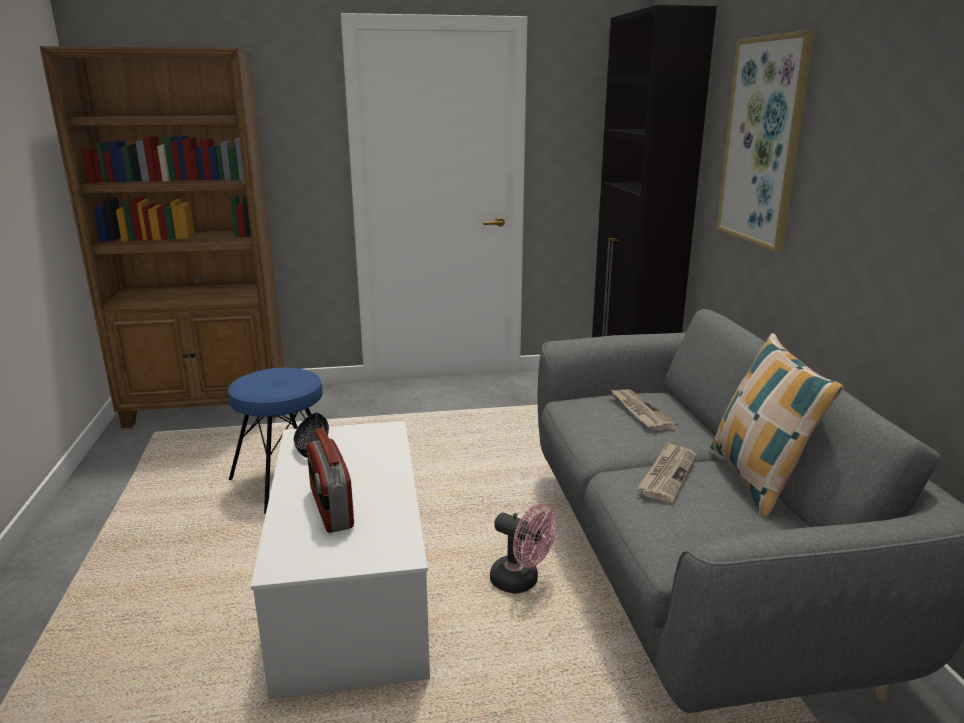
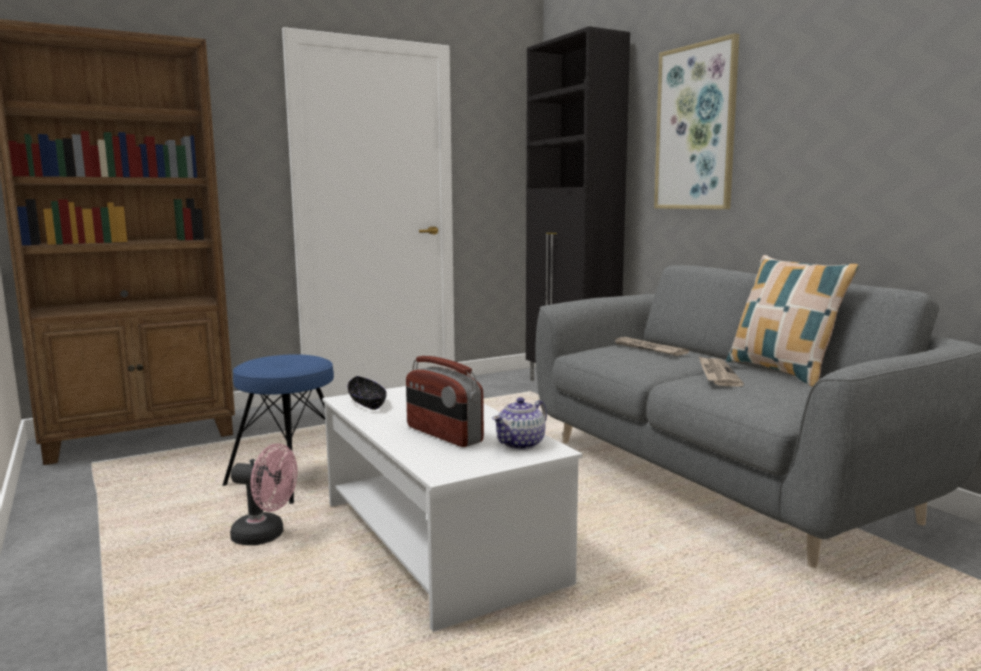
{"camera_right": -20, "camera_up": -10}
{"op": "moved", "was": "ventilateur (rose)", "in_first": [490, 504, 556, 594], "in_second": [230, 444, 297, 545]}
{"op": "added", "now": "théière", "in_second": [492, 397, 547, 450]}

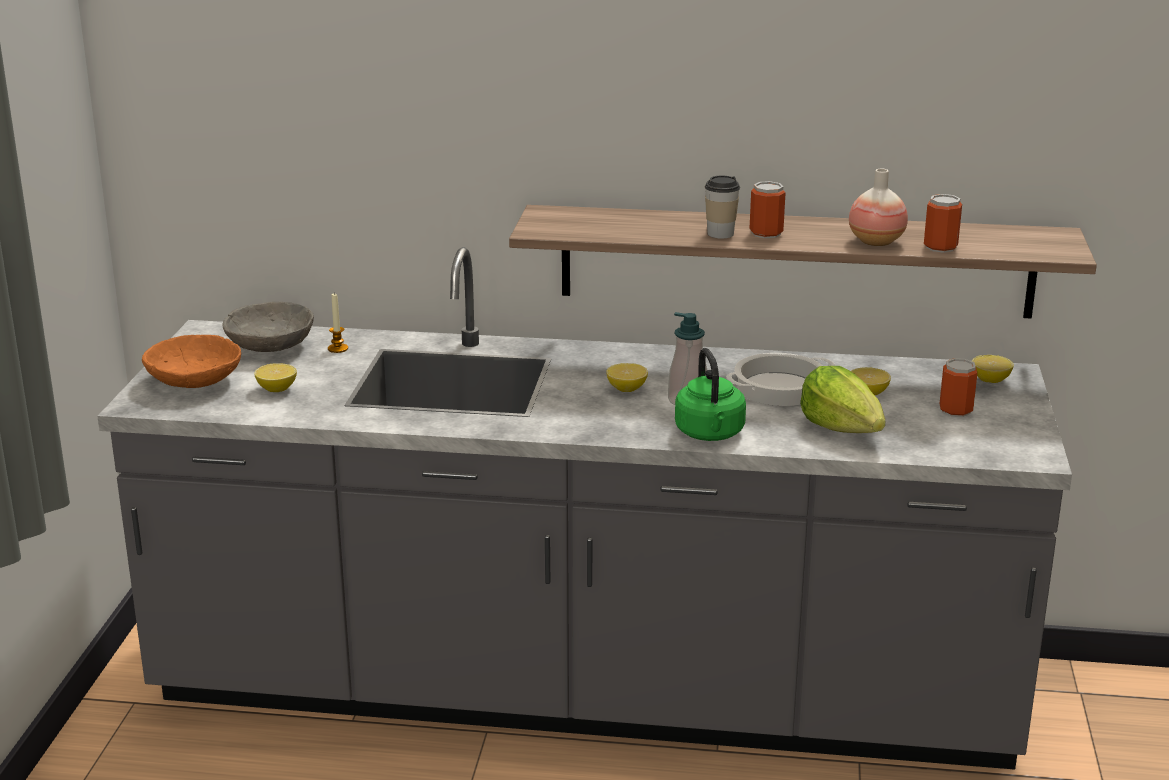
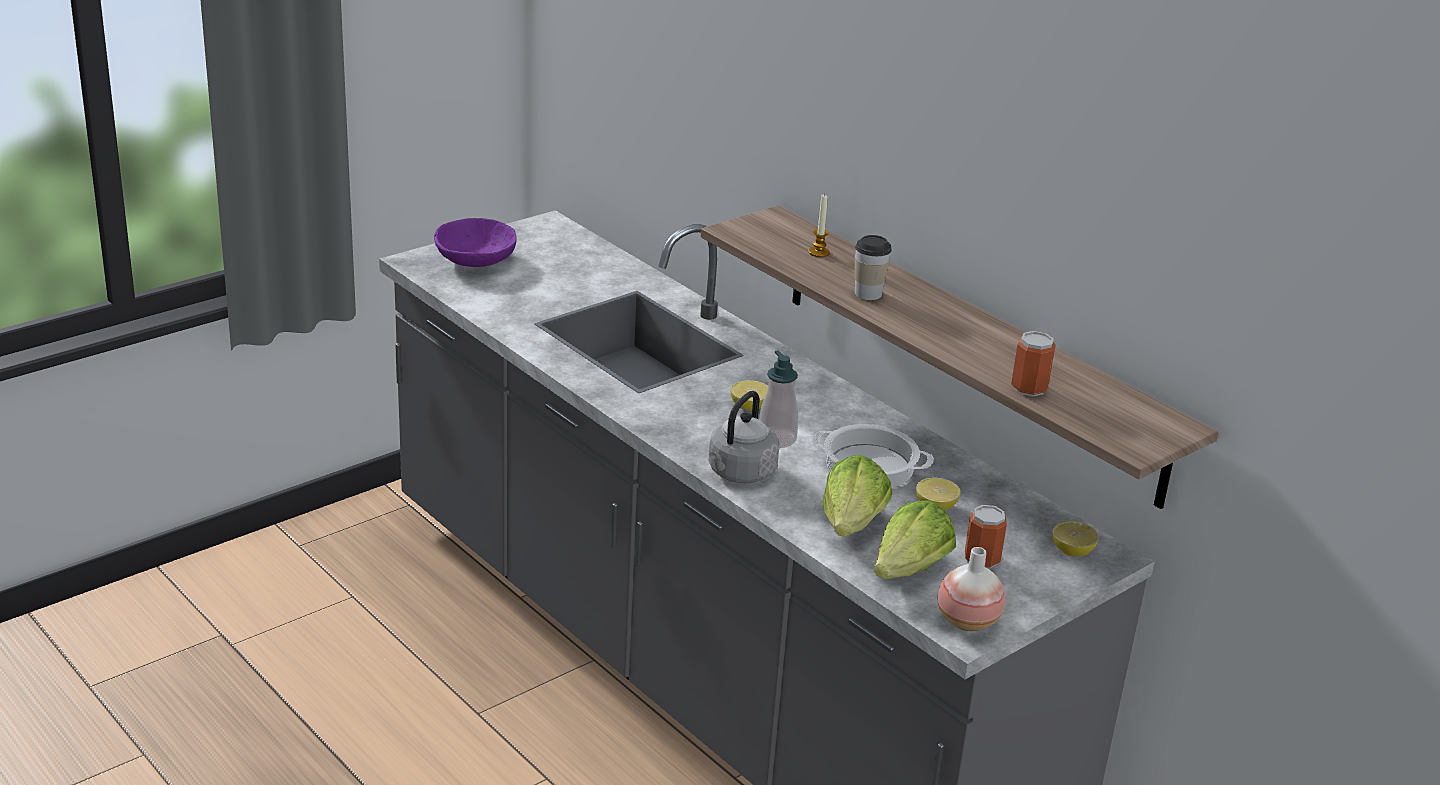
{"camera_right": 40, "camera_up": 5}
{"op": "recoloured", "was": "bol (orange)", "now": "bol (violet)", "in_first": [142, 335, 241, 388], "in_second": [434, 218, 517, 267]}
{"op": "recoloured", "was": "bouilloire (vert)", "now": "bouilloire (gris)", "in_first": [675, 348, 746, 441], "in_second": [708, 391, 779, 483]}
{"op": "moved", "was": "bougie", "in_first": [328, 293, 348, 353], "in_second": [808, 194, 830, 257]}
{"op": "added", "now": "laitue", "in_second": [874, 500, 956, 579]}
{"op": "moved", "was": "vase", "in_first": [849, 169, 908, 246], "in_second": [937, 547, 1005, 631]}
{"op": "removed", "was": "bol (gris)", "in_first": [223, 302, 314, 352]}
{"op": "removed", "was": "citron", "in_first": [254, 363, 297, 392]}
{"op": "removed", "was": "boîte métallique", "in_first": [749, 181, 786, 238]}

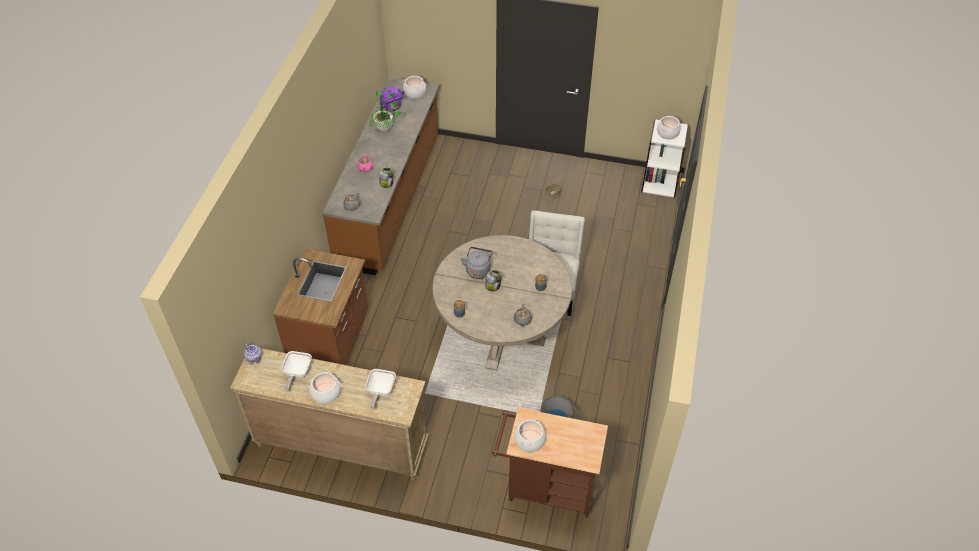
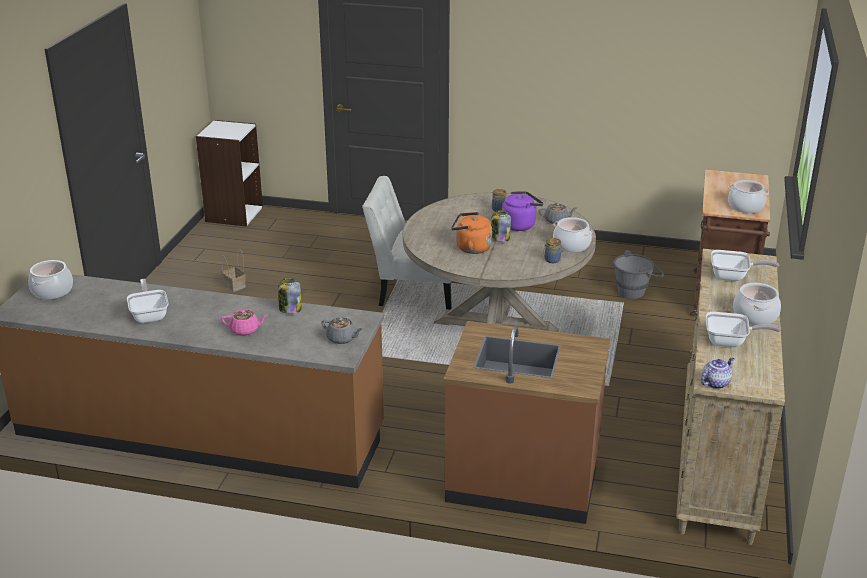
{"camera_right": -90, "camera_up": -20}
{"op": "replaced", "was": "plante en pot", "now": "poêle", "in_first": [369, 87, 402, 132], "in_second": [127, 279, 169, 323]}
{"op": "recoloured", "was": "bouilloire (gris)", "now": "bouilloire (orange)", "in_first": [461, 247, 493, 279], "in_second": [451, 212, 492, 254]}
{"op": "moved", "was": "bouilloire (violet)", "in_first": [379, 87, 404, 111], "in_second": [502, 191, 543, 231]}
{"op": "moved", "was": "marmite", "in_first": [657, 116, 681, 140], "in_second": [553, 217, 592, 252]}

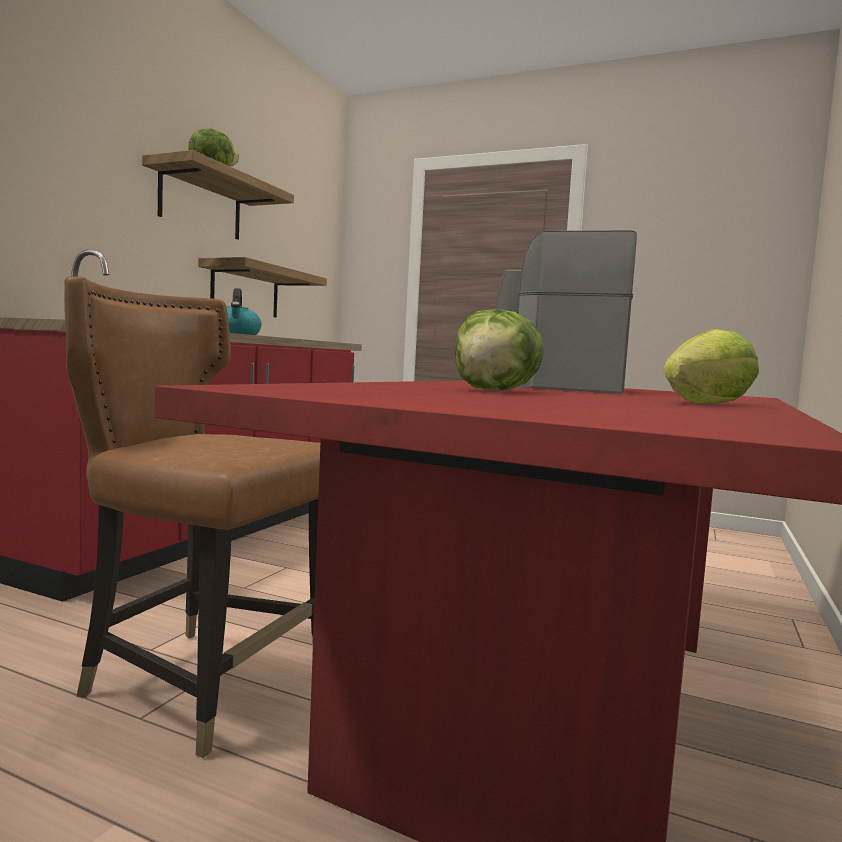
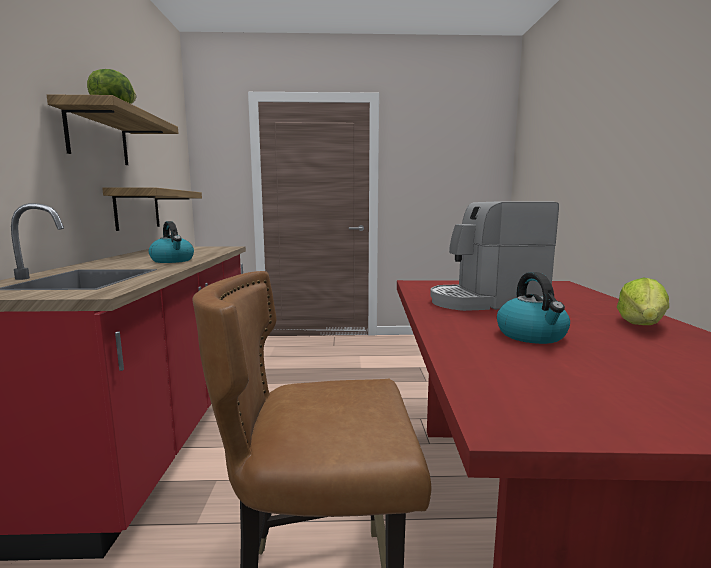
{"camera_right": -25, "camera_up": 5}
{"op": "replaced", "was": "laitue", "now": "bouilloire", "in_first": [455, 309, 544, 391], "in_second": [497, 272, 570, 344]}

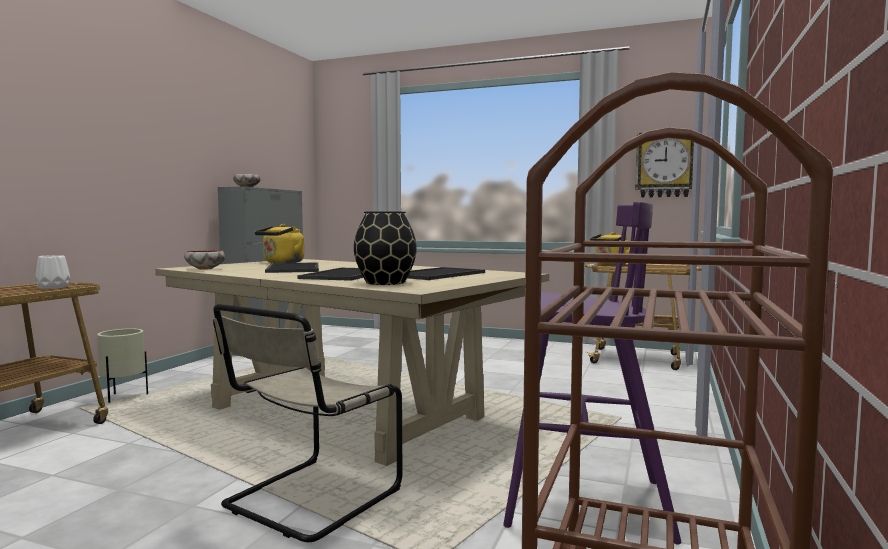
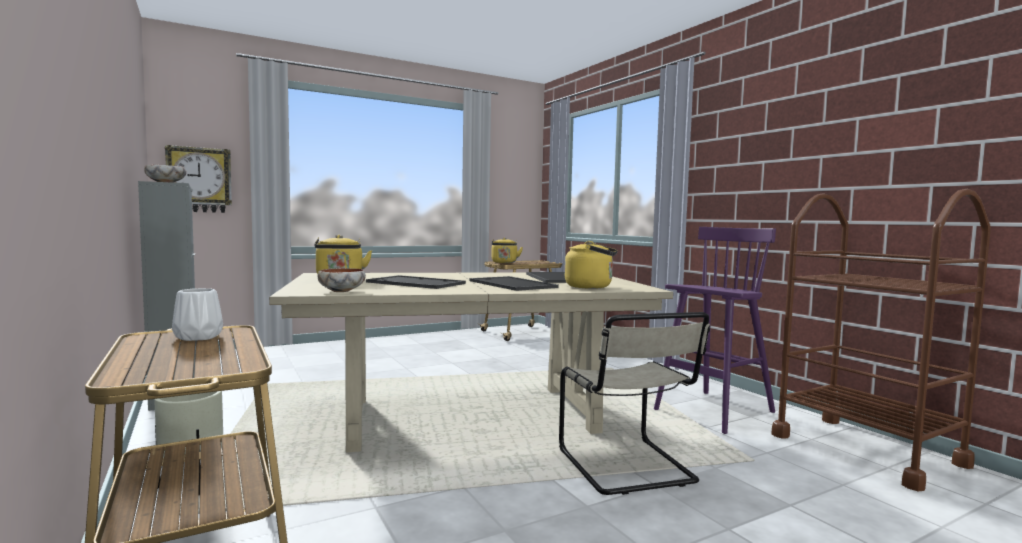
{"camera_right": -50, "camera_up": 0}
{"op": "moved", "was": "horloge murale", "in_first": [635, 133, 694, 198], "in_second": [165, 145, 232, 213]}
{"op": "replaced", "was": "vase (noir)", "now": "bouilloire (jaune)", "in_first": [354, 211, 417, 285], "in_second": [565, 241, 618, 289]}

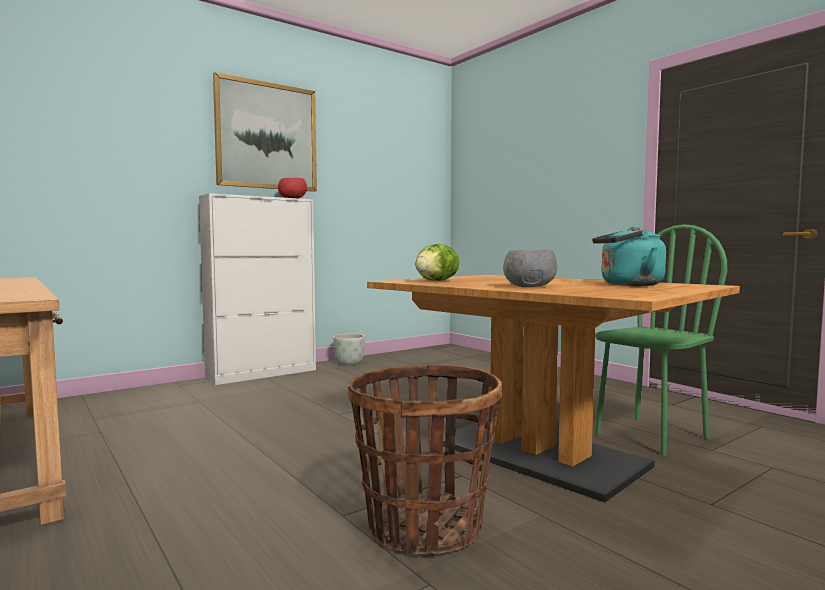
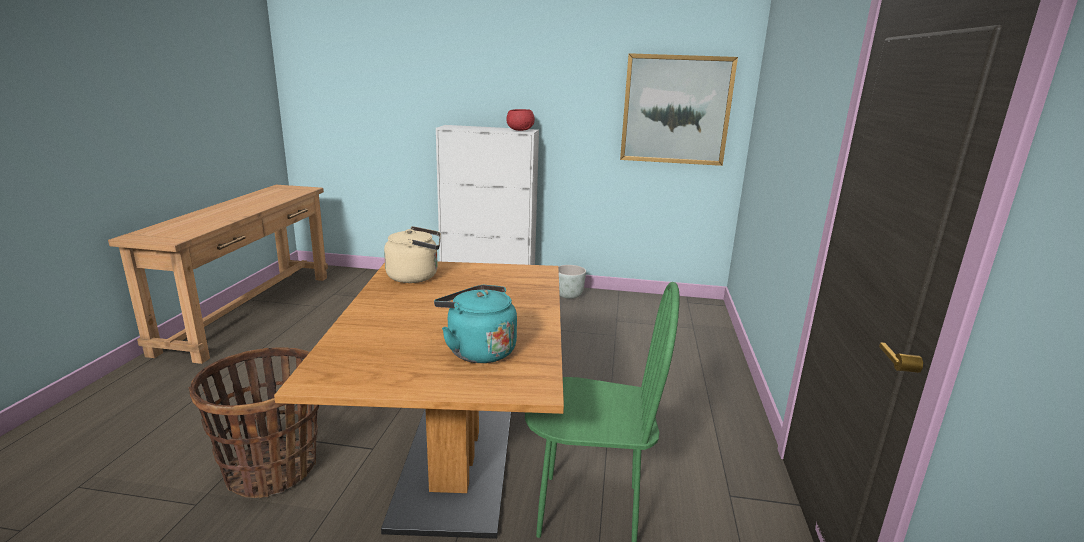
{"camera_right": 45, "camera_up": 15}
{"op": "replaced", "was": "laitue", "now": "bouilloire (beige)", "in_first": [415, 244, 459, 281], "in_second": [384, 226, 441, 283]}
{"op": "moved", "was": "tableau", "in_first": [213, 72, 317, 192], "in_second": [620, 53, 738, 166]}
{"op": "removed", "was": "bol (gris)", "in_first": [503, 249, 557, 287]}

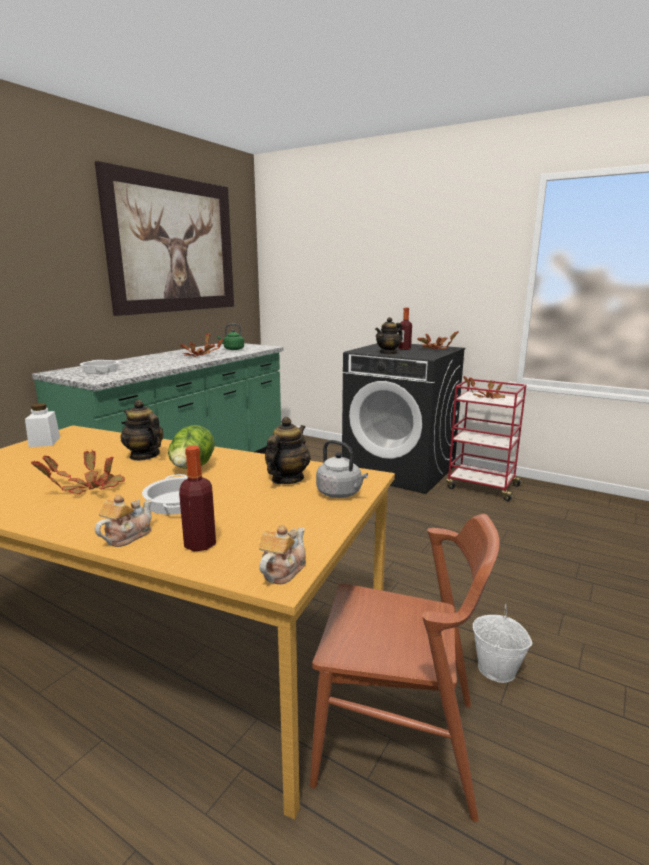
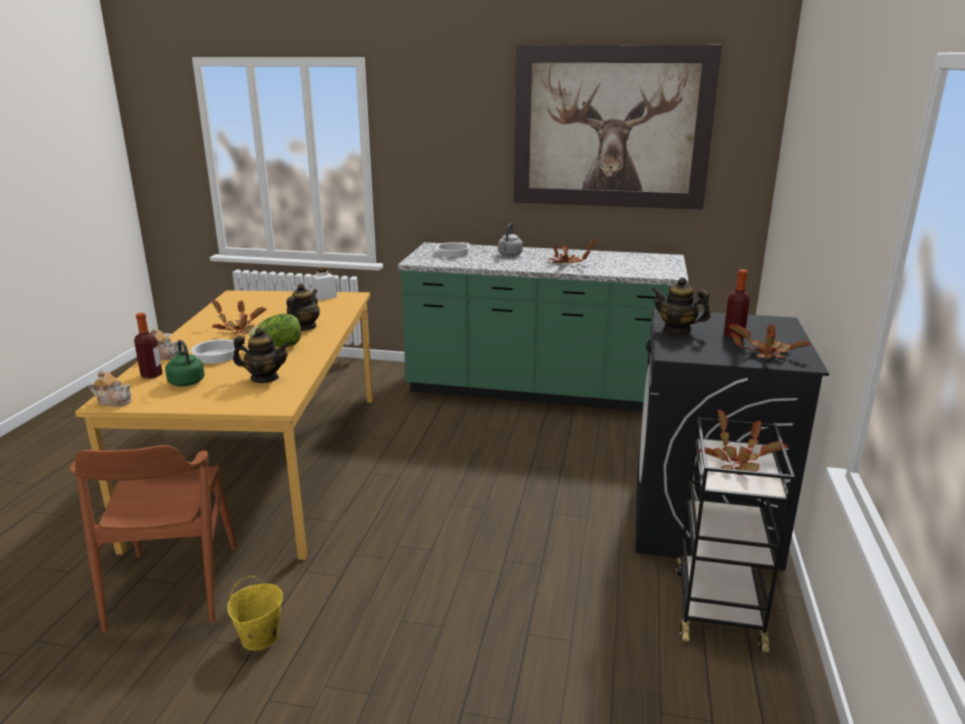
{"camera_right": 70, "camera_up": 5}
{"op": "moved", "was": "bouilloire (vert)", "in_first": [217, 324, 244, 350], "in_second": [165, 340, 205, 386]}
{"op": "recoloured", "was": "seau (blanc)", "now": "seau (jaune)", "in_first": [473, 604, 532, 683], "in_second": [227, 575, 283, 651]}
{"op": "moved", "was": "bouilloire (gris)", "in_first": [316, 440, 368, 498], "in_second": [498, 223, 523, 256]}
{"op": "recoloured", "was": "chariot (rouge)", "now": "chariot (noir)", "in_first": [446, 379, 526, 501], "in_second": [676, 418, 795, 654]}

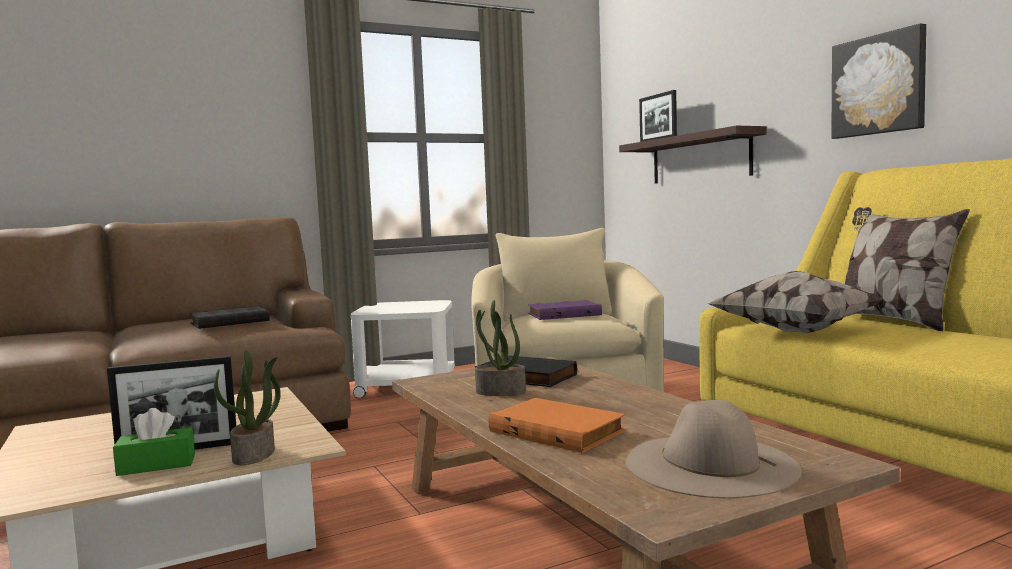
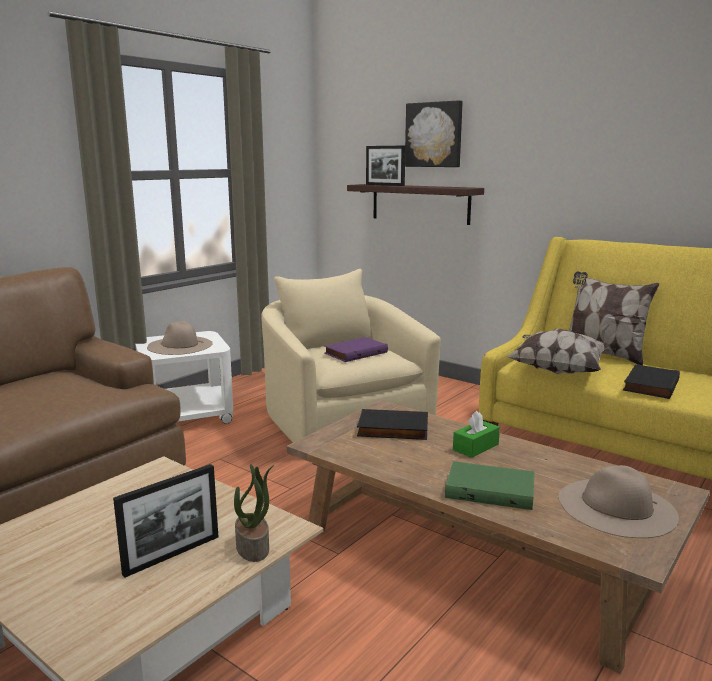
{"camera_right": -25, "camera_up": 10}
{"op": "added", "now": "chapeau (beige)", "in_second": [147, 321, 213, 355]}
{"op": "moved", "was": "tableau", "in_first": [831, 23, 926, 139], "in_second": [405, 100, 463, 167]}
{"op": "recoloured", "was": "livre (orange)", "now": "livre (vert)", "in_first": [489, 398, 626, 453], "in_second": [445, 461, 535, 510]}
{"op": "moved", "was": "boîte à mouchoirs (vert)", "in_first": [113, 408, 195, 476], "in_second": [453, 411, 500, 458]}
{"op": "moved", "was": "livre (noir)", "in_first": [190, 306, 270, 329], "in_second": [623, 364, 680, 399]}
{"op": "removed", "was": "plante en pot", "in_first": [475, 300, 526, 396]}

